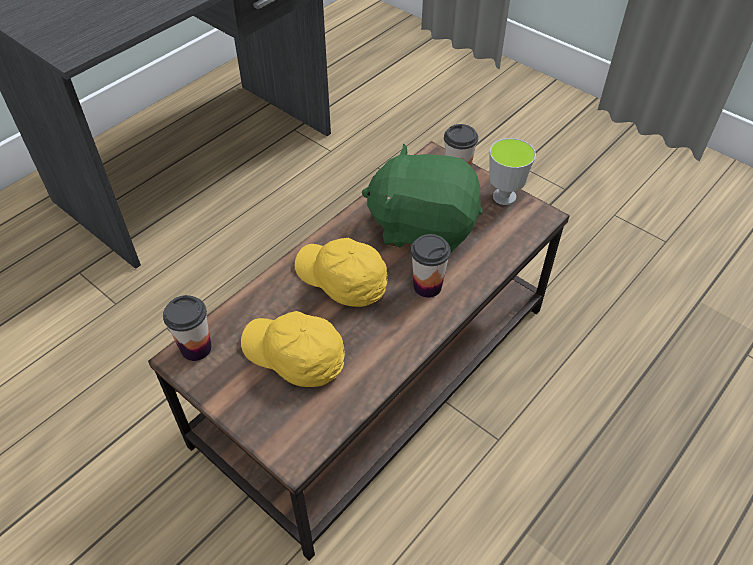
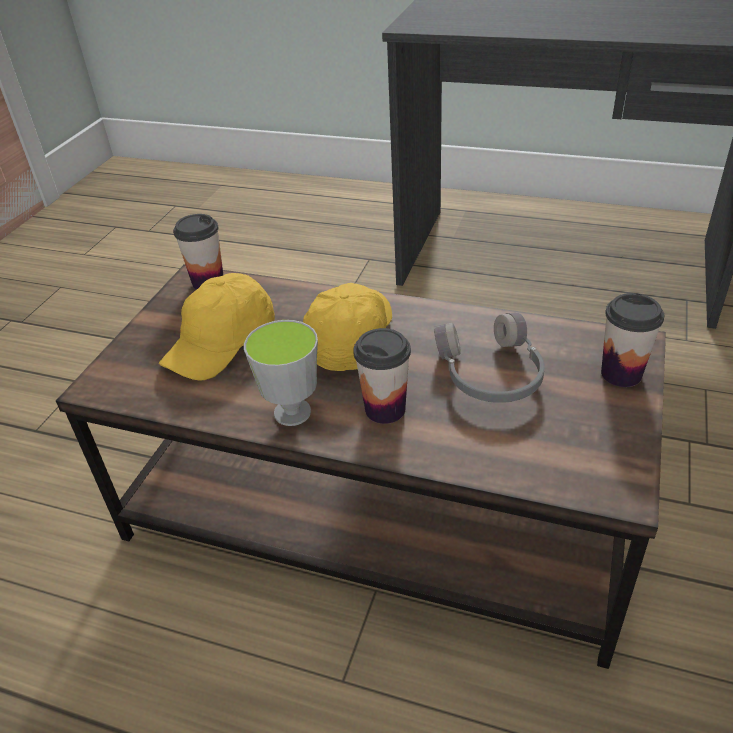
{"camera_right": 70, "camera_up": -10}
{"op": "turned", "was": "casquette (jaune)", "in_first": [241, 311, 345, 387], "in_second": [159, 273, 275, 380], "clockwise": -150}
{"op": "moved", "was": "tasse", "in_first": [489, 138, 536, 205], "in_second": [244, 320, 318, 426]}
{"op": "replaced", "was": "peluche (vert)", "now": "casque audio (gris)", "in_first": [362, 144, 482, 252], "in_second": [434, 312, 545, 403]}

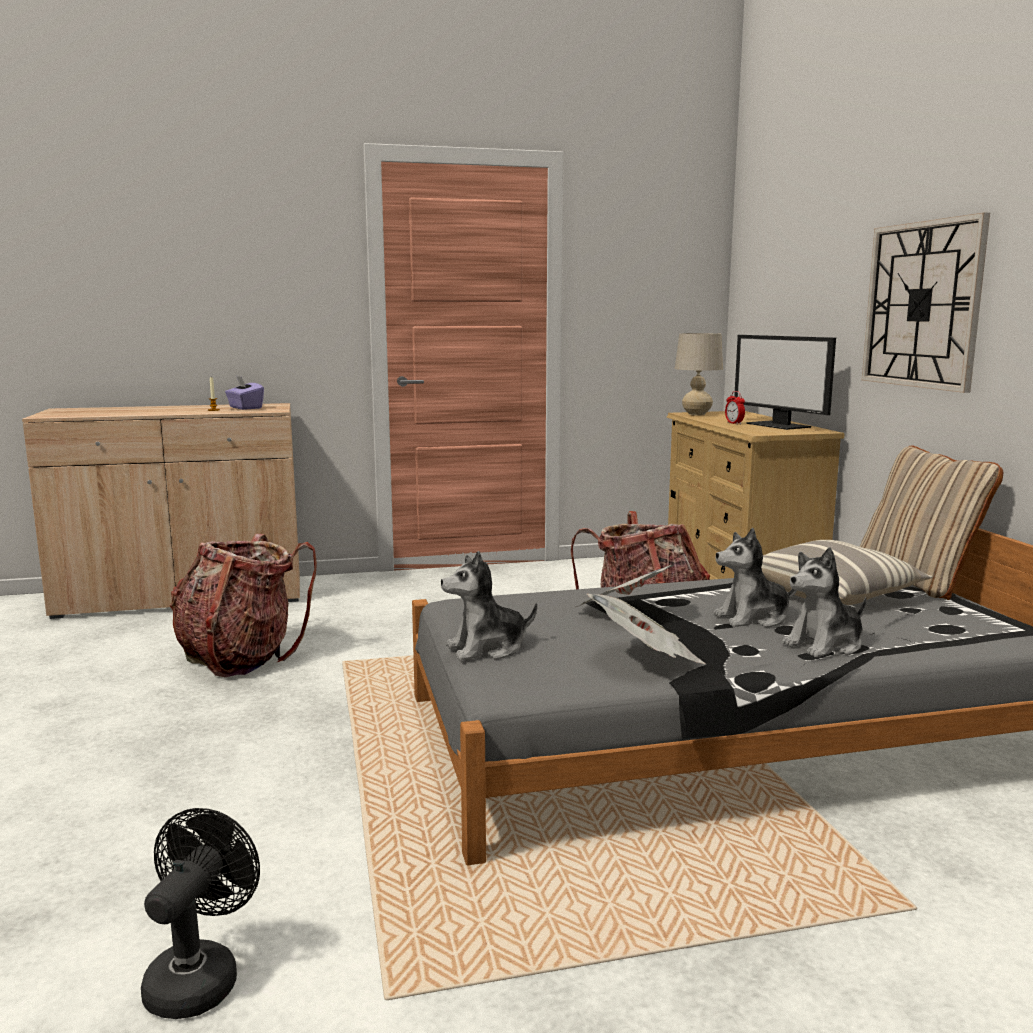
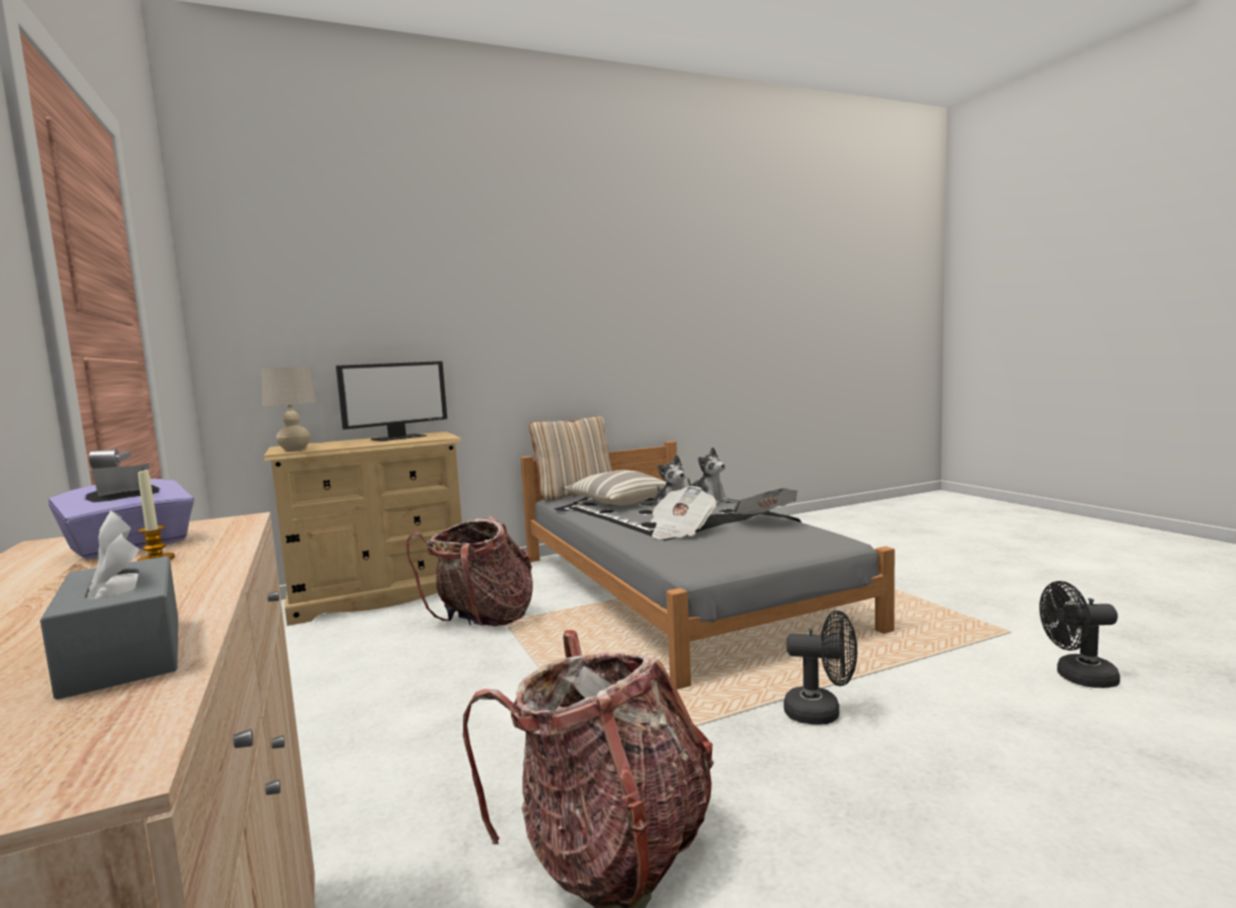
{"camera_right": -100, "camera_up": -5}
{"op": "added", "now": "boîte à mouchoirs (gris)", "in_second": [40, 511, 178, 700]}
{"op": "added", "now": "ventilateur (noir)", "in_second": [784, 611, 857, 725]}
{"op": "removed", "was": "peluche", "in_first": [441, 551, 537, 660]}
{"op": "removed", "was": "réveil", "in_first": [725, 391, 745, 425]}
{"op": "removed", "was": "horloge murale", "in_first": [862, 212, 990, 393]}

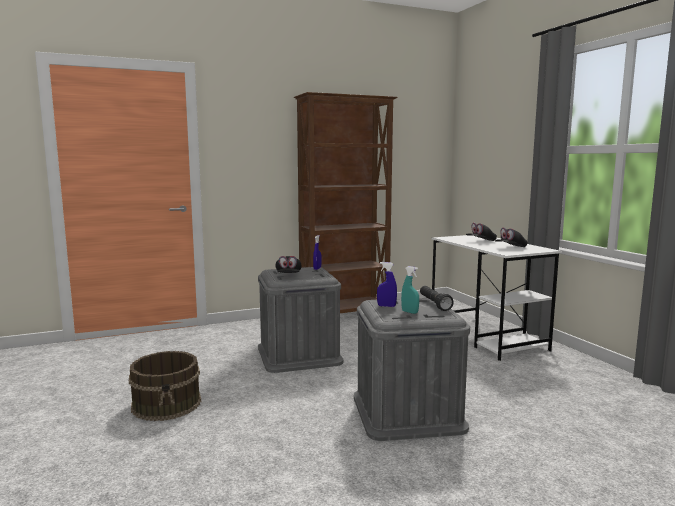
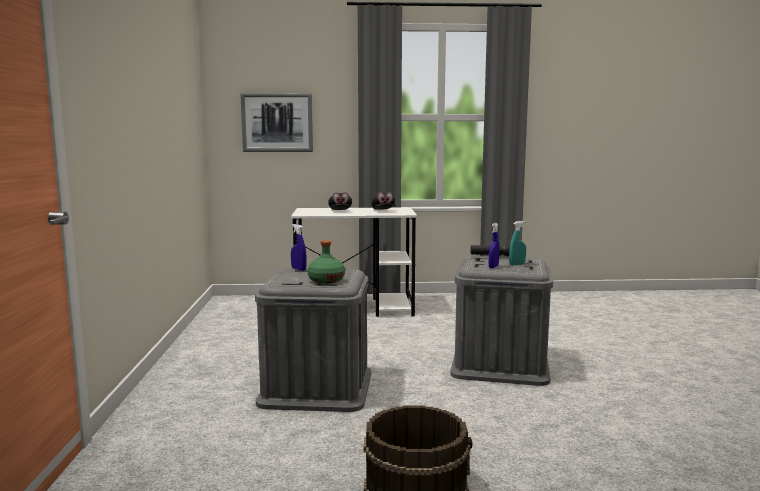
{"camera_right": -70, "camera_up": 0}
{"op": "added", "now": "tableau", "in_second": [240, 93, 313, 152]}
{"op": "replaced", "was": "casquette (noir)", "now": "bouteille (vert)", "in_first": [276, 256, 302, 273], "in_second": [308, 240, 345, 284]}
{"op": "removed", "was": "bibliothèque (marron)", "in_first": [294, 92, 397, 313]}

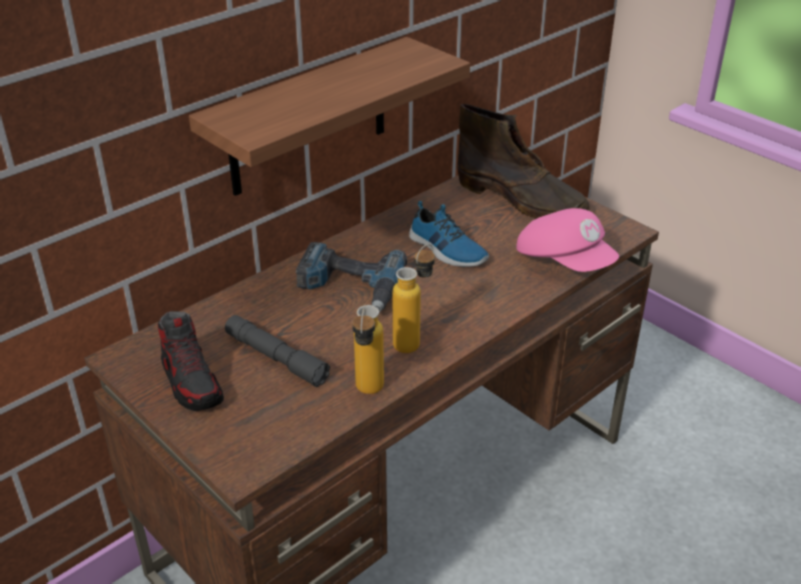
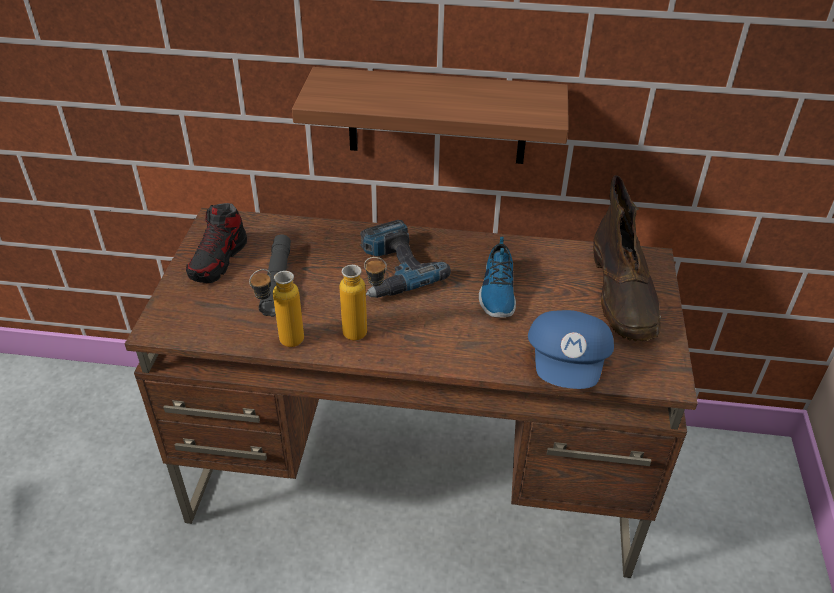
{"camera_right": 50, "camera_up": 5}
{"op": "recoloured", "was": "casquette (rose)", "now": "casquette (bleu)", "in_first": [516, 208, 619, 272], "in_second": [528, 310, 614, 389]}

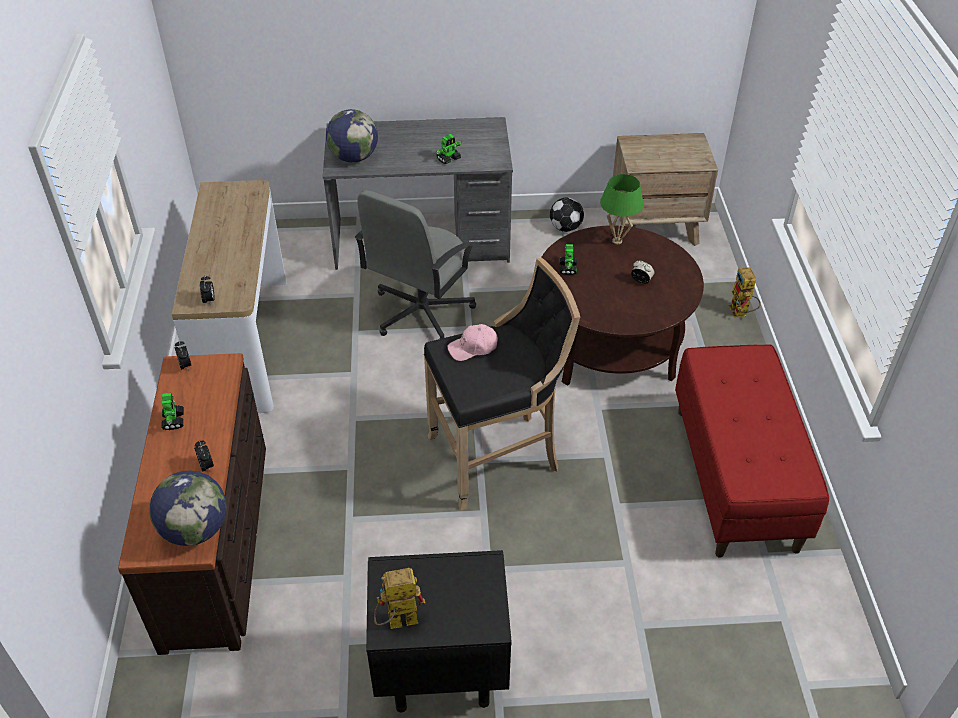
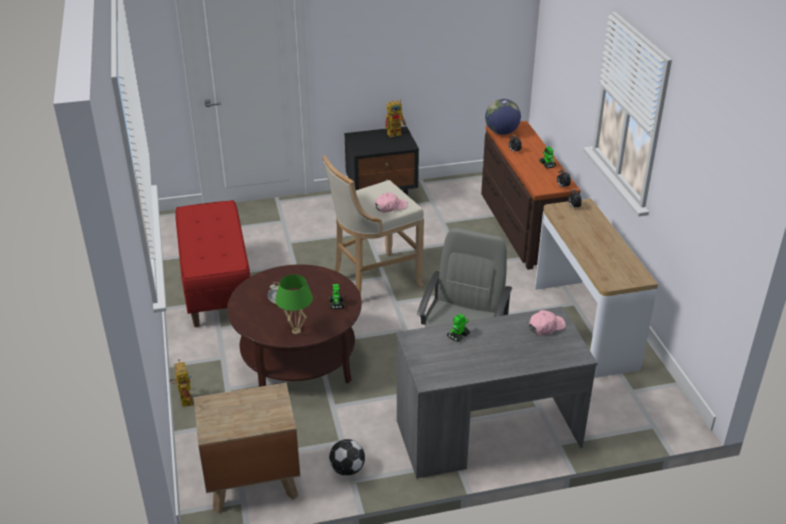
{"camera_right": 170, "camera_up": -10}
{"op": "recoloured", "was": "tabouret (noir)", "now": "tabouret (beige)", "in_first": [424, 258, 580, 510], "in_second": [322, 155, 424, 295]}
{"op": "replaced", "was": "globe", "now": "casquette (rose)", "in_first": [326, 109, 378, 162], "in_second": [529, 310, 566, 335]}

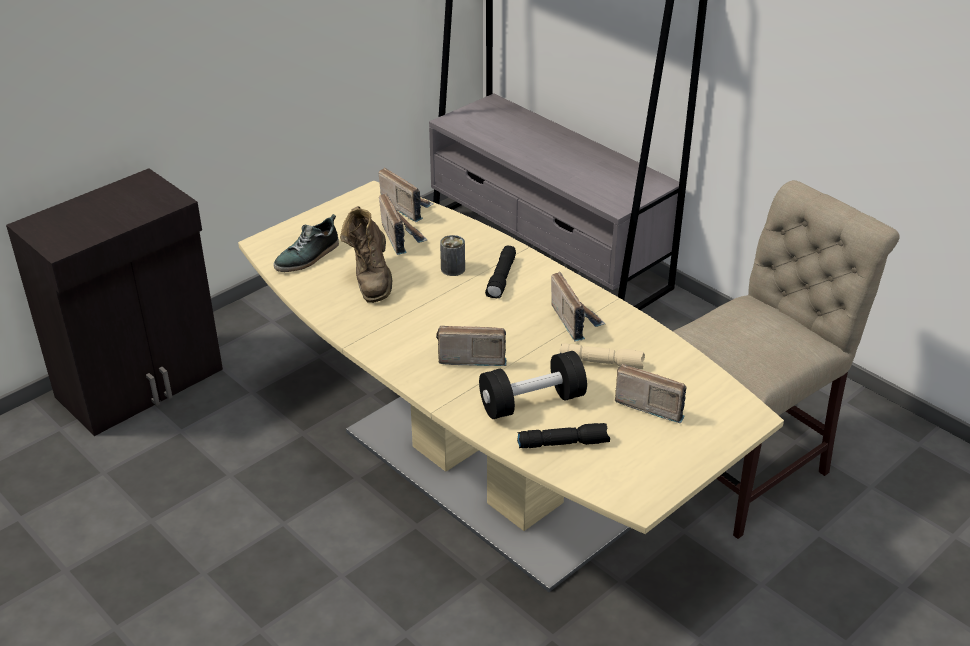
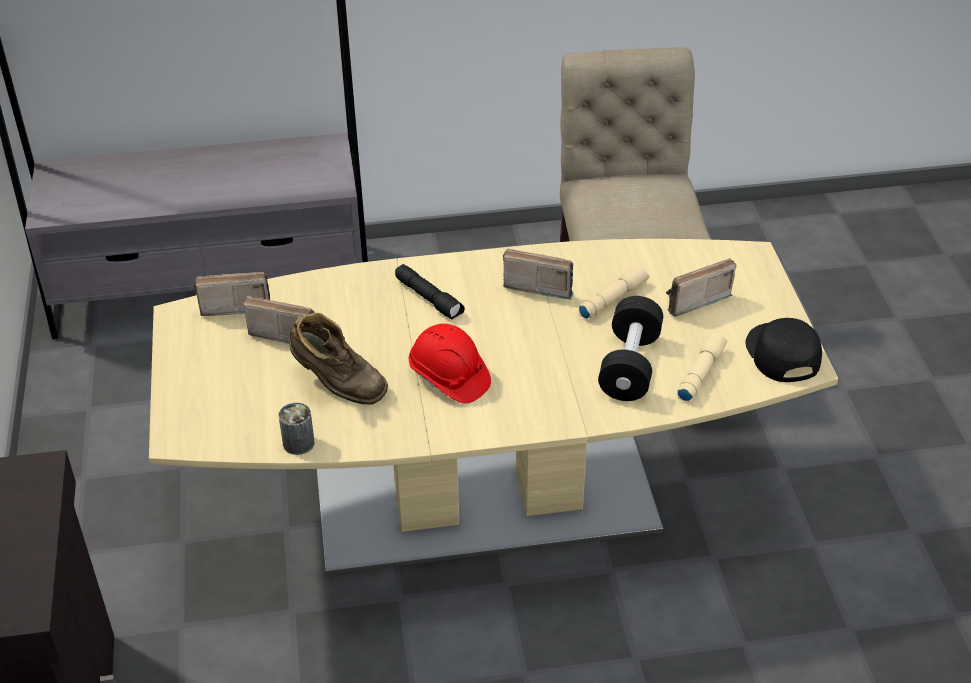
{"camera_right": -55, "camera_up": 5}
{"op": "moved", "was": "boîte métallique", "in_first": [440, 235, 465, 276], "in_second": [279, 403, 315, 455]}
{"op": "added", "now": "casque de chantier (rouge)", "in_second": [408, 324, 491, 404]}
{"op": "recoloured", "was": "lampe de poche (noir)", "now": "lampe de poche (beige)", "in_first": [517, 423, 610, 448], "in_second": [677, 332, 727, 402]}
{"op": "added", "now": "casquette (noir)", "in_second": [745, 318, 822, 382]}
{"op": "removed", "was": "chaussure", "in_first": [273, 214, 339, 272]}
{"op": "removed", "was": "radio", "in_first": [436, 326, 507, 366]}

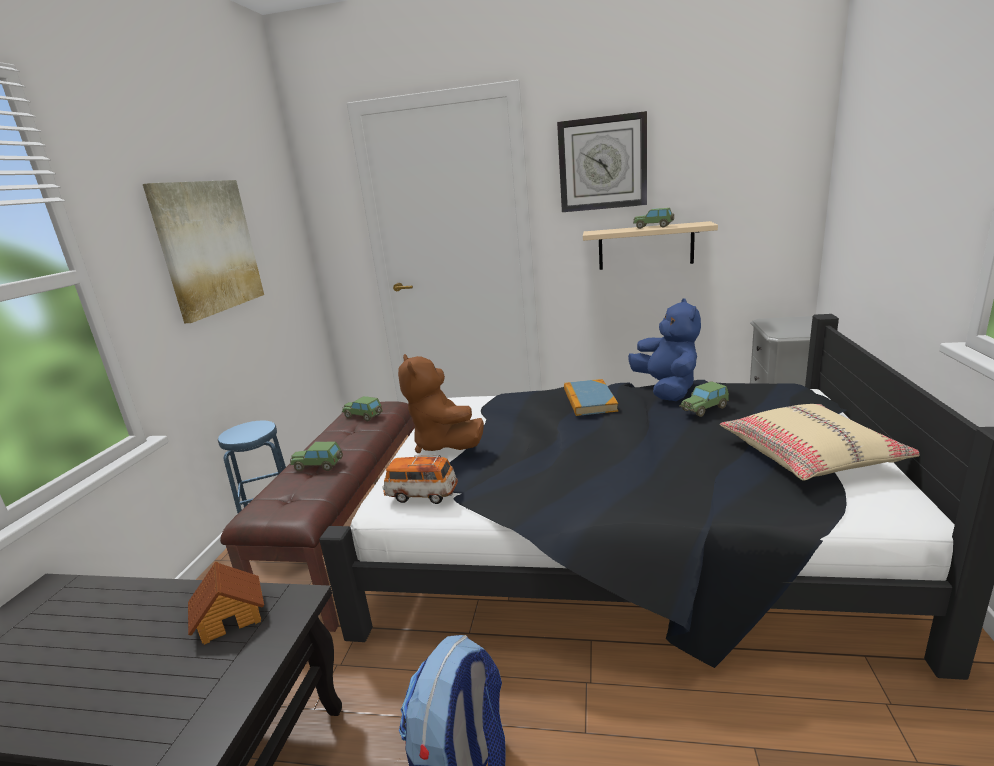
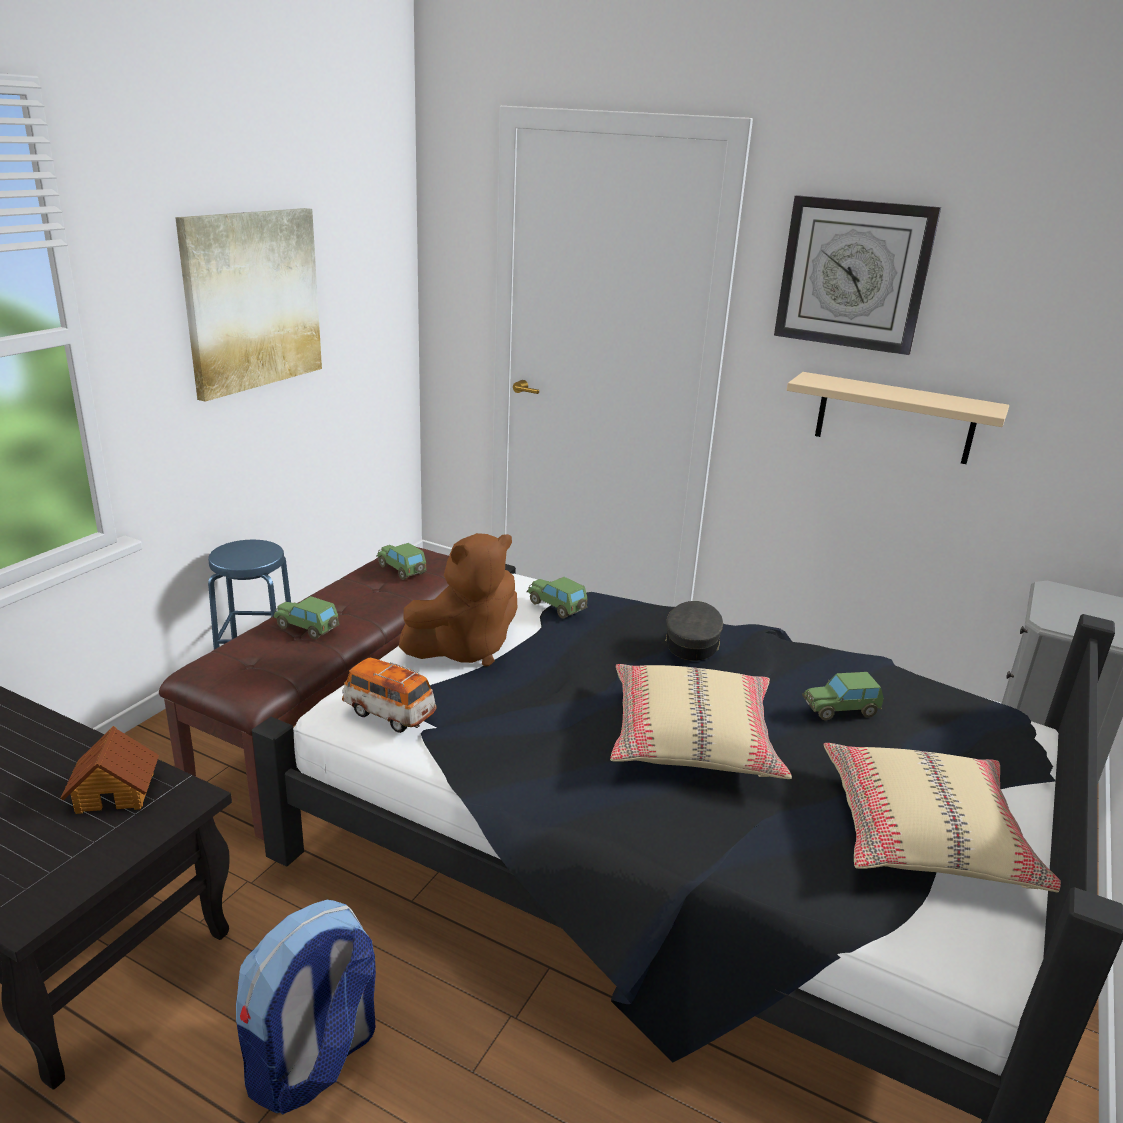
{"camera_right": 15, "camera_up": 5}
{"op": "turned", "was": "peluche (marron)", "in_first": [398, 354, 484, 453], "in_second": [399, 533, 517, 666], "clockwise": -120}
{"op": "moved", "was": "petite voiture", "in_first": [633, 208, 674, 229], "in_second": [527, 577, 588, 619]}
{"op": "added", "now": "coussin (beige)", "in_second": [610, 664, 792, 779]}
{"op": "replaced", "was": "livre", "now": "casquette (gris)", "in_first": [564, 379, 618, 416], "in_second": [665, 601, 723, 661]}
{"op": "removed", "was": "peluche (bleu)", "in_first": [628, 299, 701, 401]}

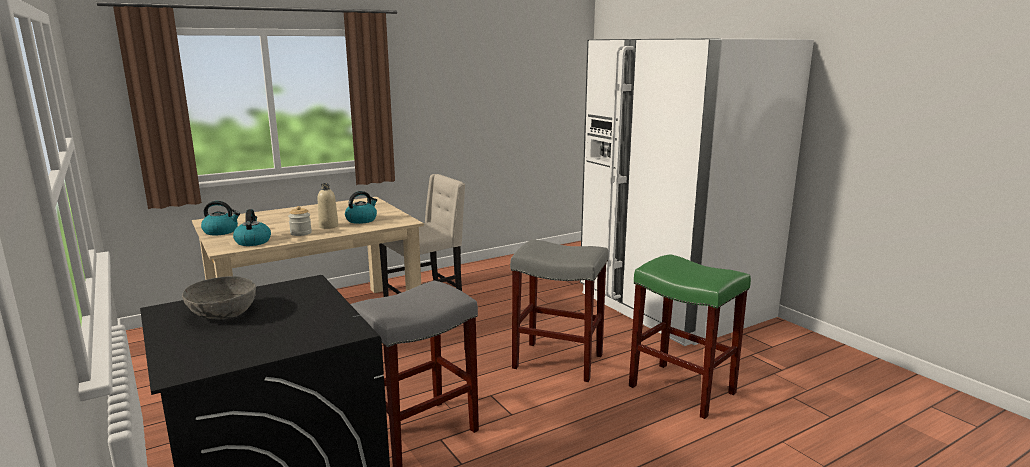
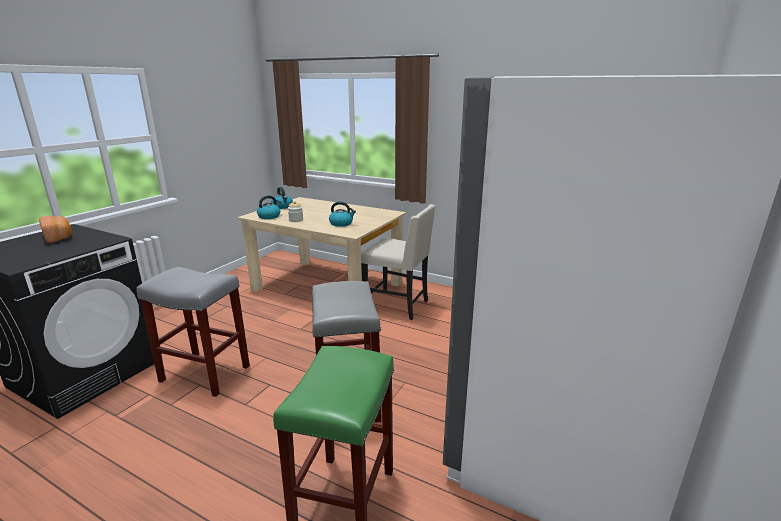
{"camera_right": 60, "camera_up": 5}
{"op": "replaced", "was": "bol (gris)", "now": "pain", "in_first": [182, 276, 256, 319], "in_second": [39, 216, 72, 243]}
{"op": "removed", "was": "bouteille (beige)", "in_first": [317, 183, 338, 229]}

